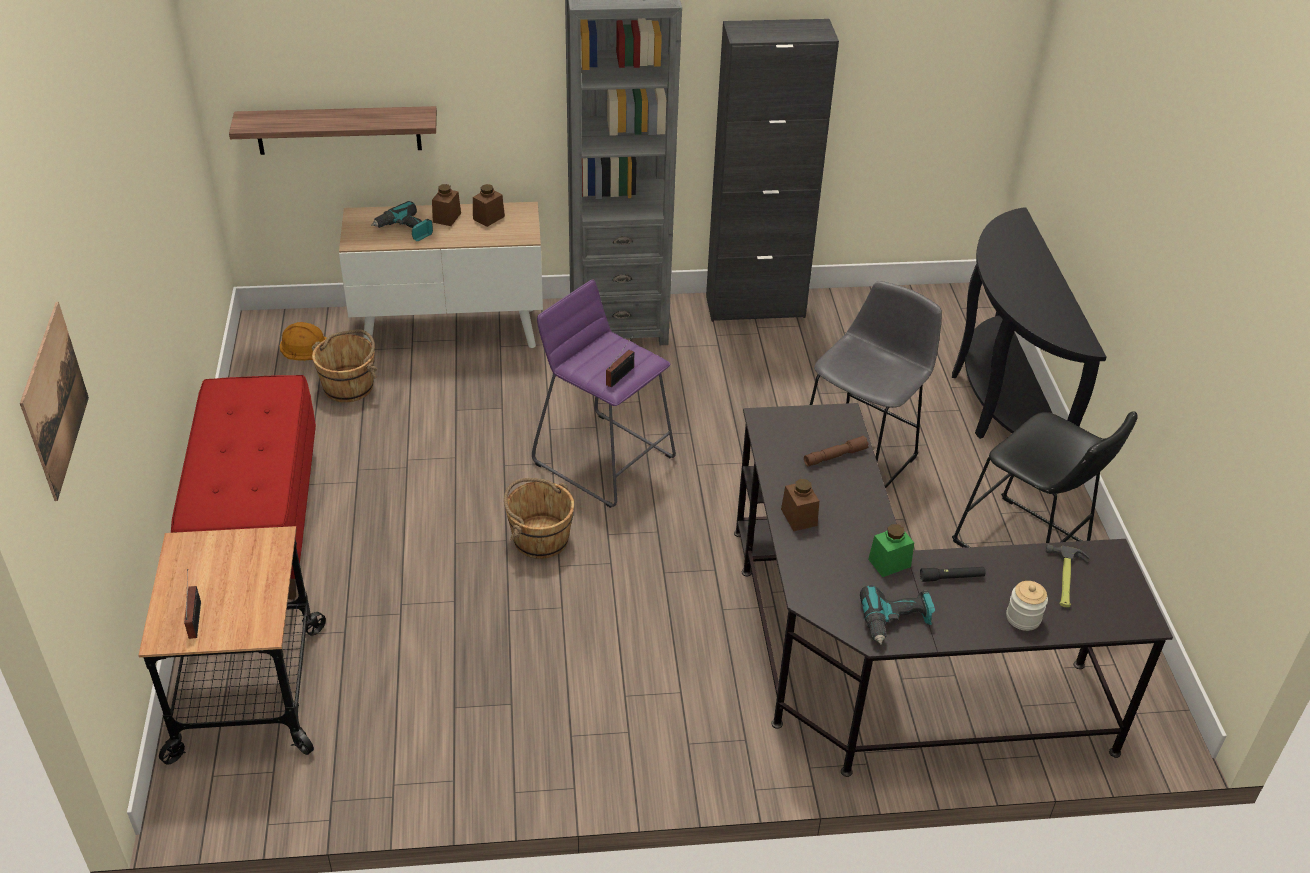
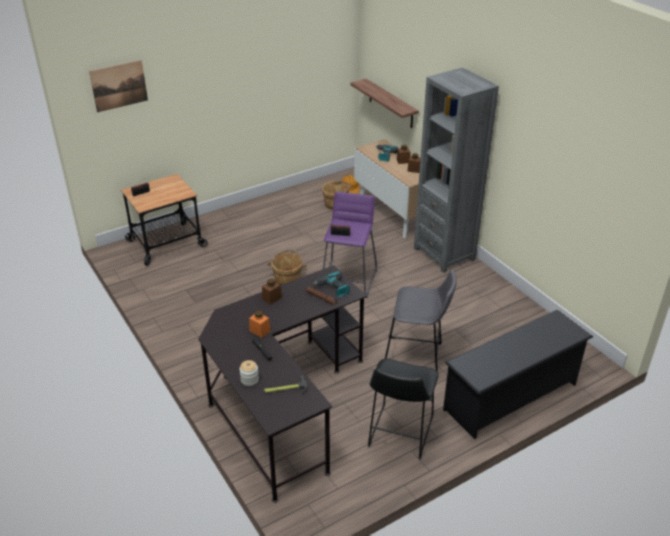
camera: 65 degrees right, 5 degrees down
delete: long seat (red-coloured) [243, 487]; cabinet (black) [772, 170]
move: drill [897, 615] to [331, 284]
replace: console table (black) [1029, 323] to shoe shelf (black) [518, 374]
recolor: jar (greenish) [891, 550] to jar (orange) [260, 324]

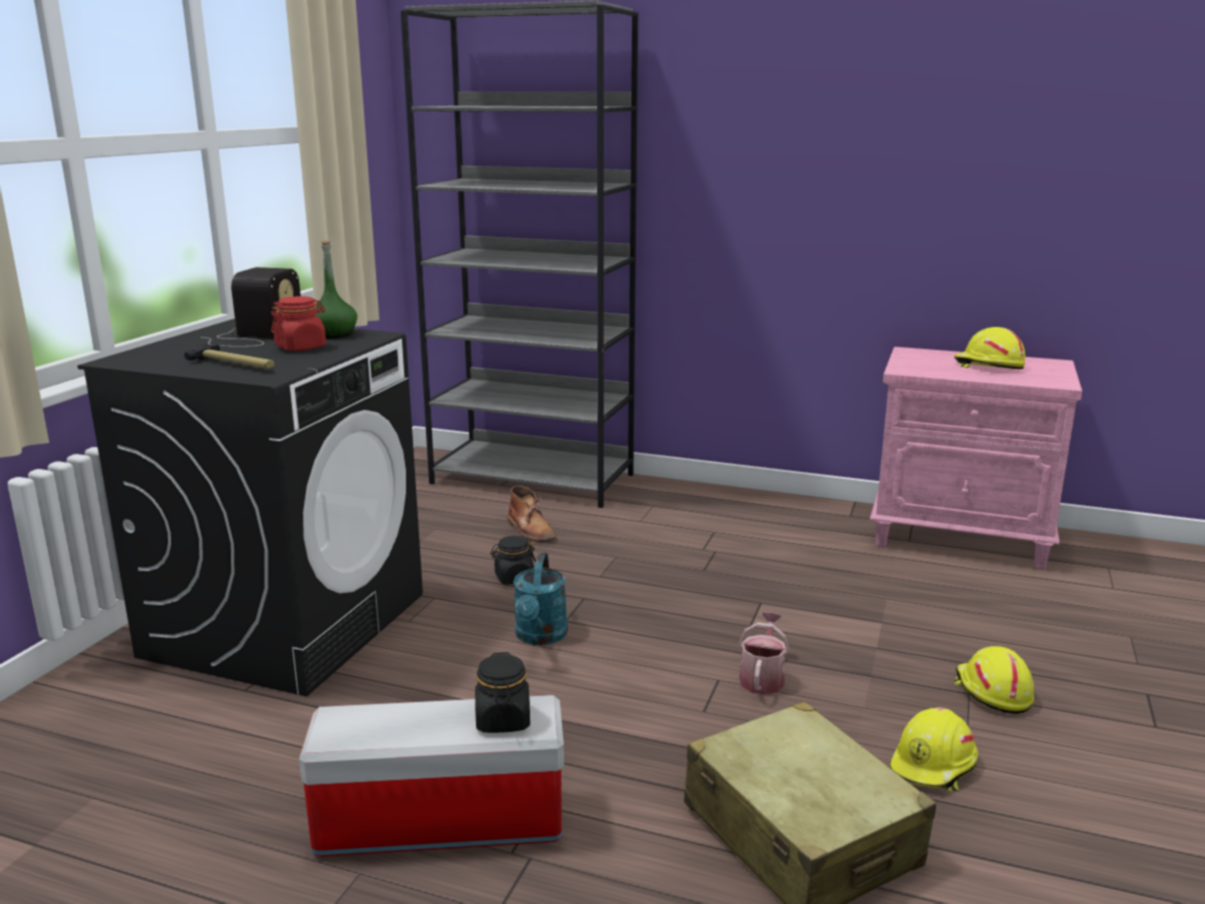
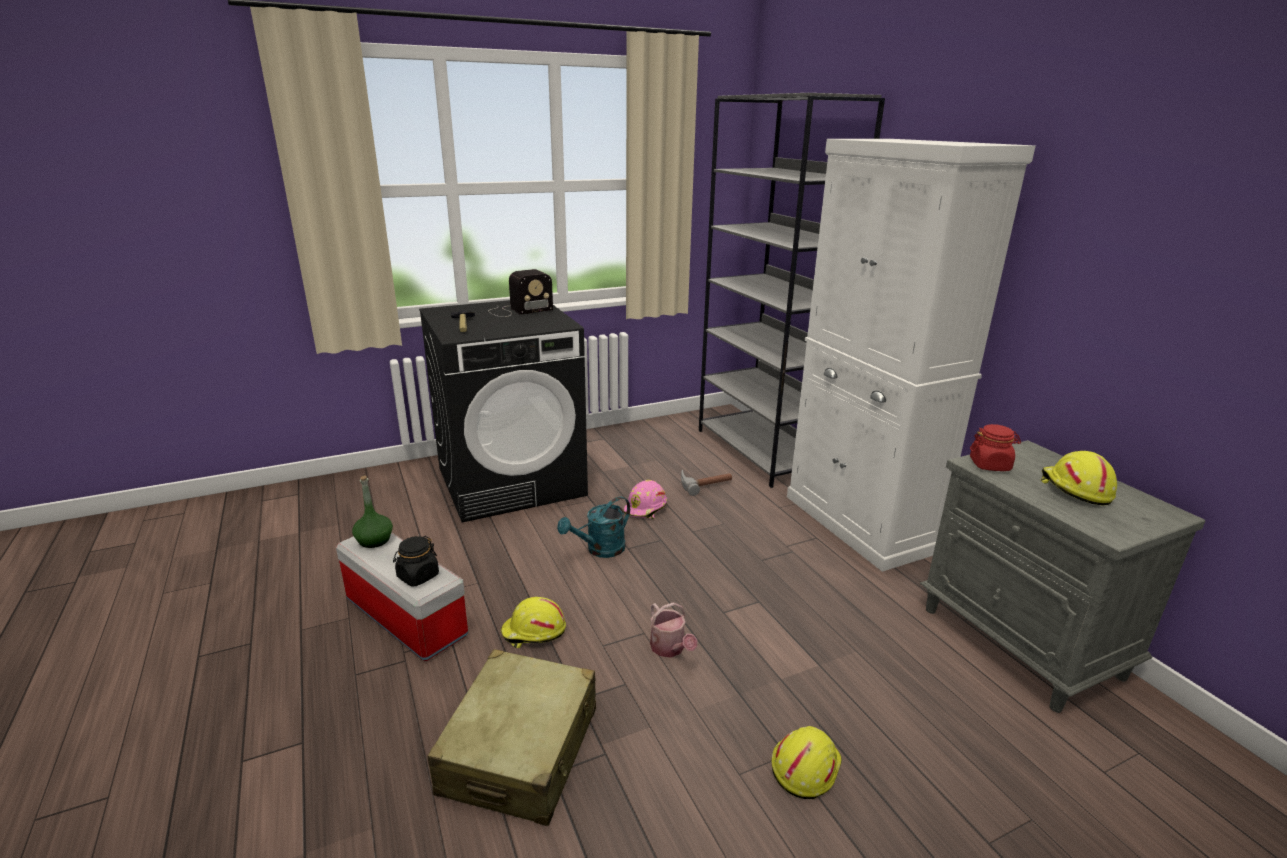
camera: 45 degrees right, 5 degrees up
insert: cabinet (whitish) [911, 355]
move: jar (red-coloured) [298, 323] to [995, 447]; drink bottle (greenish) [336, 289] to [372, 512]; work helmet (yellow-coloured) [934, 749] to [533, 622]
replace: jar (black) [513, 560] to work helmet (pinkish) [645, 499]; tall boot (brownish) [531, 514] to hand hammer [706, 483]
recolor: night table (pinkish) [976, 458] to night table (gray) [1062, 576]
rotate: watering can [764, 653] = [673, 630] 90 degrees clockwise

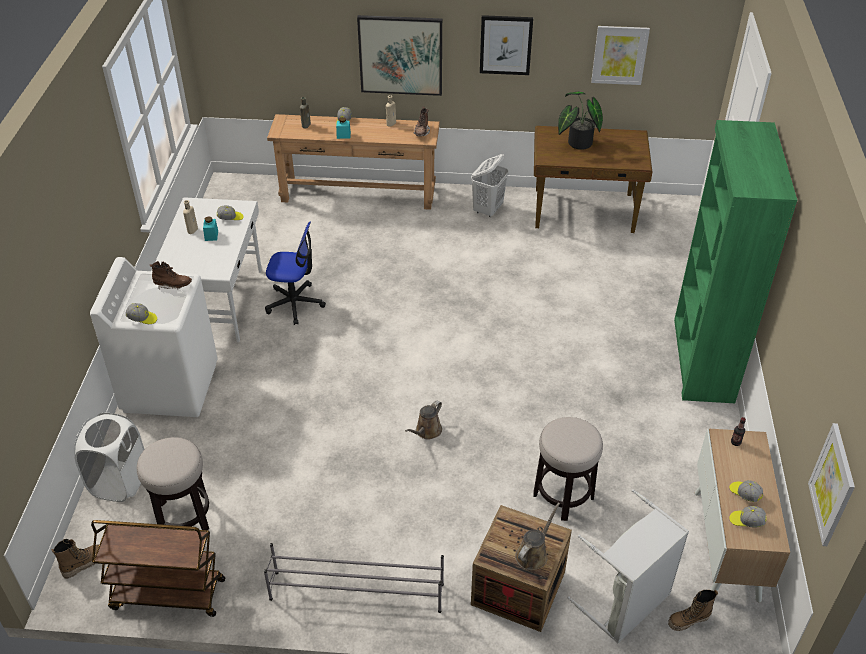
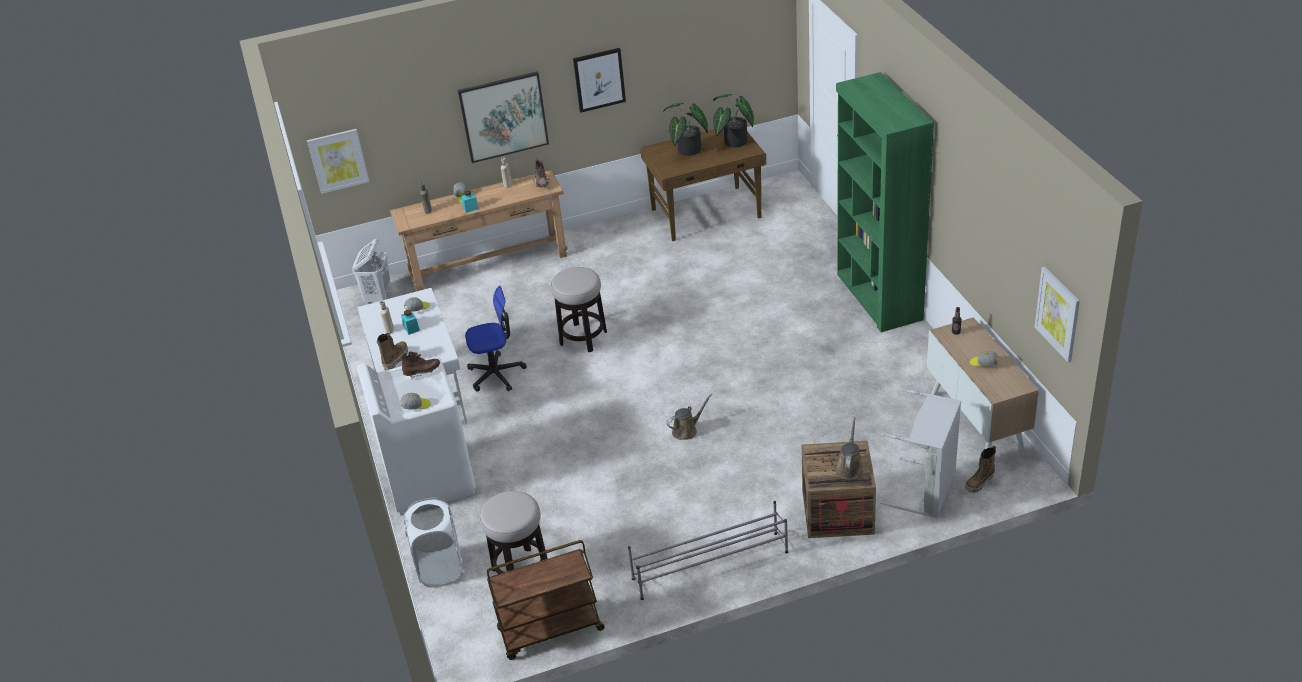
camera: 20 degrees left, 5 degrees down
delete: cap [747, 516]
insert: plant in a pot [733, 120]
move: tall boot [75, 559] to [392, 352]; laundry basket (whitish) [490, 185] to [371, 271]; sitting stool [568, 469] to [579, 309]; wall picture [620, 55] to [338, 161]
rotate: watering can (brownish) [423, 420] = [689, 417] 135 degrees counterclockwise

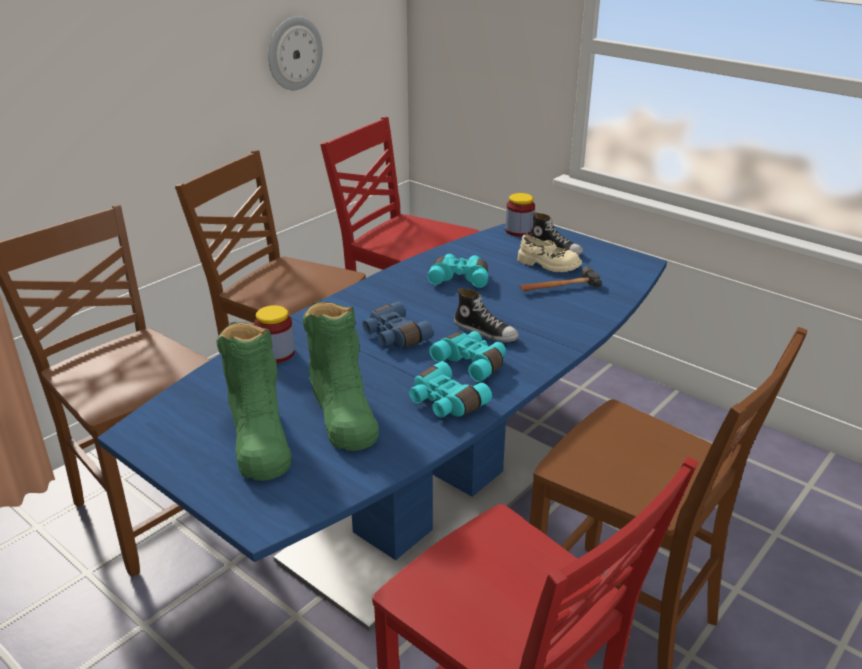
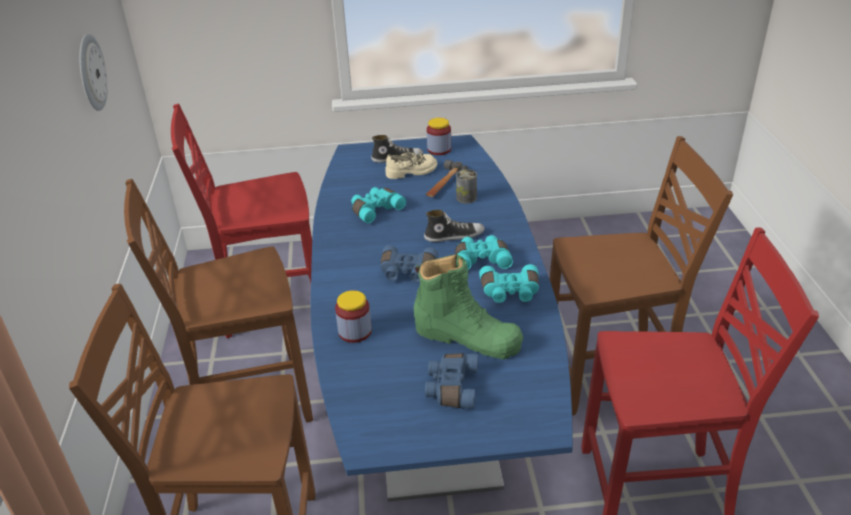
camera: 45 degrees left, 5 degrees up
insert: can [466, 186]
move: jar [520, 215] to [439, 136]
replace: tall boot (greenish) [254, 401] to field glasses (blue-coloured) [451, 381]

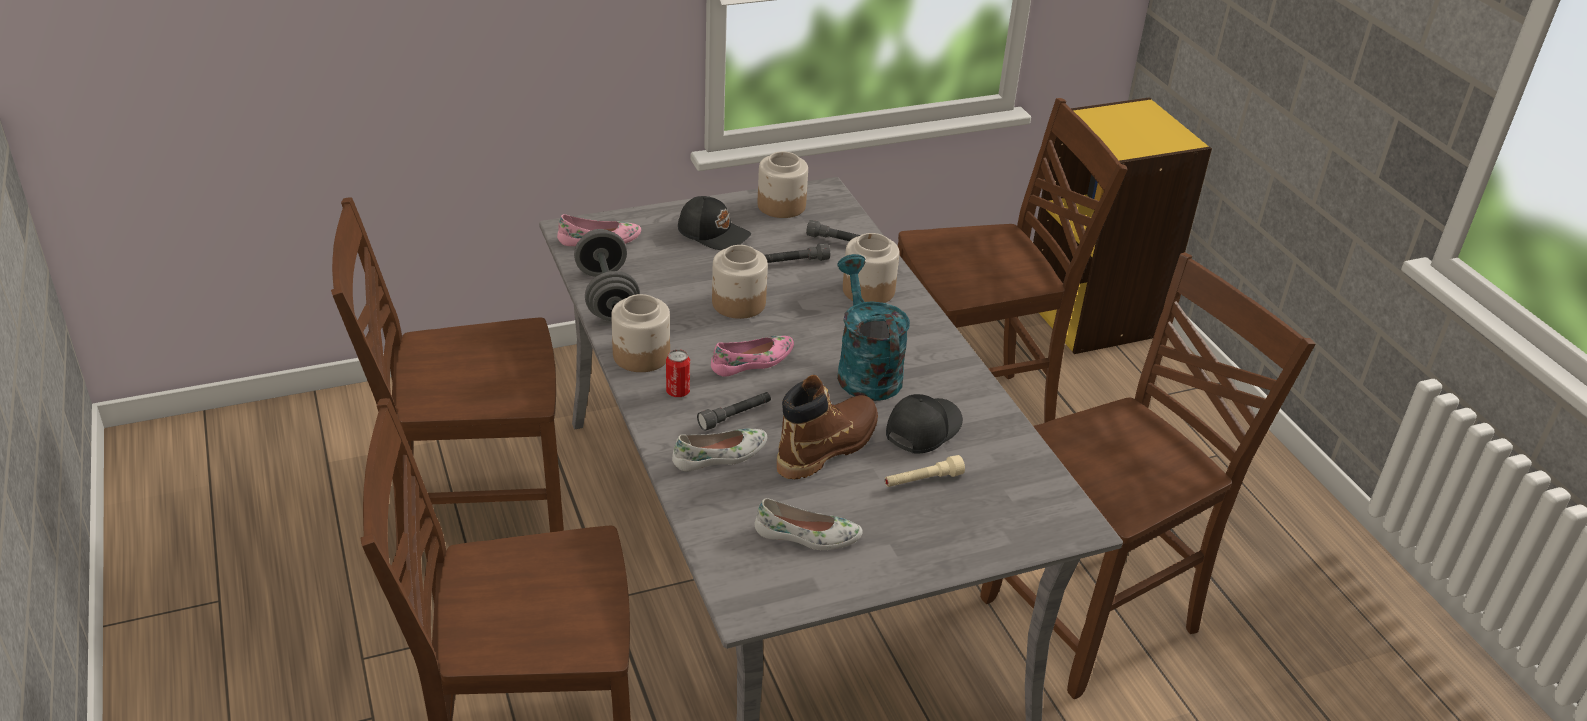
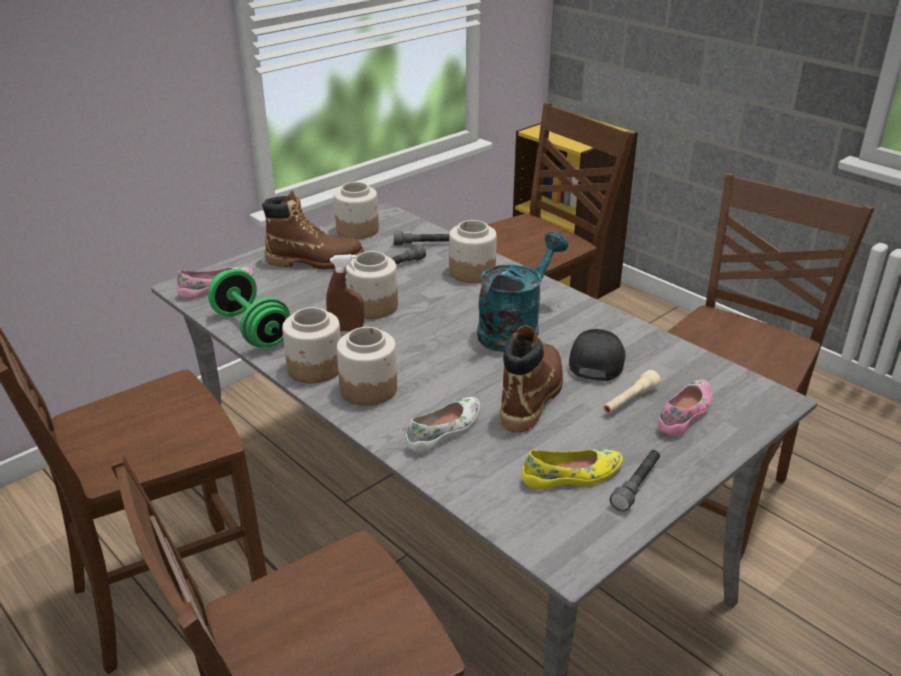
camera: 20 degrees left, 5 degrees down
insert: sprayer (brownish) [345, 292]
move: torch (gray) [734, 411] to [635, 480]; item of footwear (pinkish) [752, 356] to [685, 408]
replace: can [678, 373] to jar [367, 366]; cap (black) [714, 223] to tall boot (brownish) [313, 230]
recolor: hand weight (gray) [607, 275] to hand weight (greenish) [249, 308]; item of footwear (whitish) [808, 524] to item of footwear (yellow-coloured) [572, 469]
rotate: watering can (blue-green) [873, 327] = [522, 291] 75 degrees clockwise

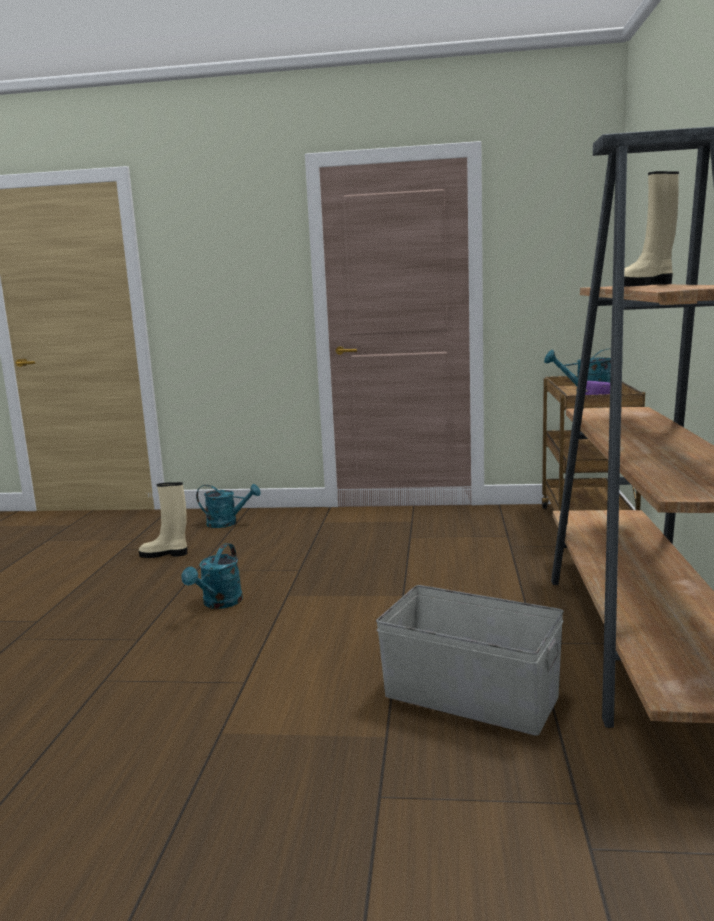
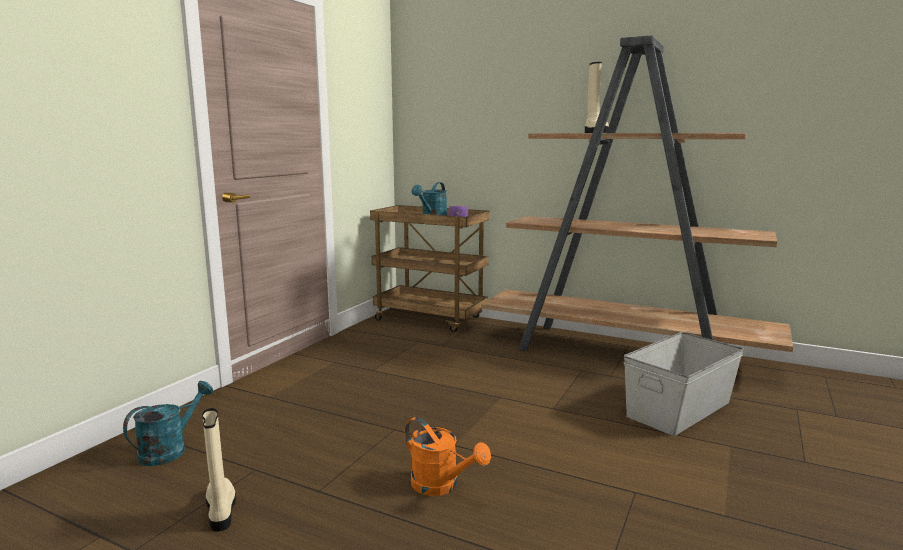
camera: 70 degrees left, 0 degrees up
recolor: watering can (blue-green) [212, 576] to watering can (orange) [448, 456]
rotate: tall boot (sand-coloured) [163, 520] = [219, 470] 135 degrees clockwise

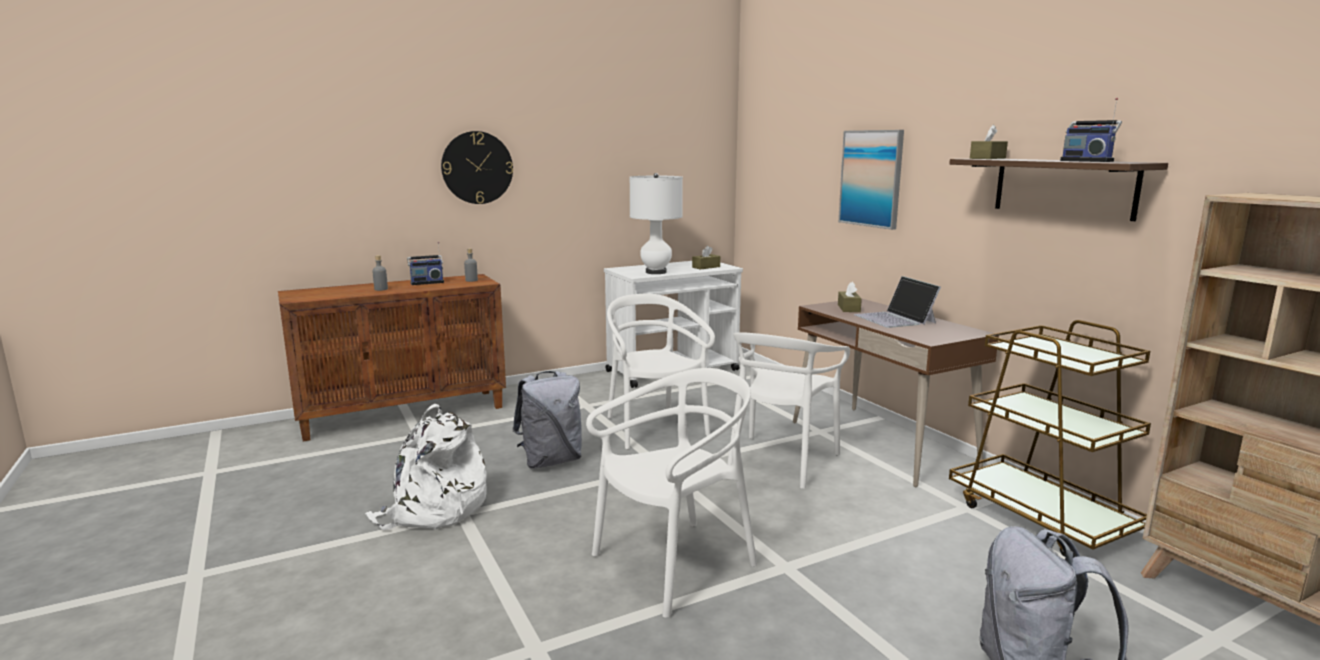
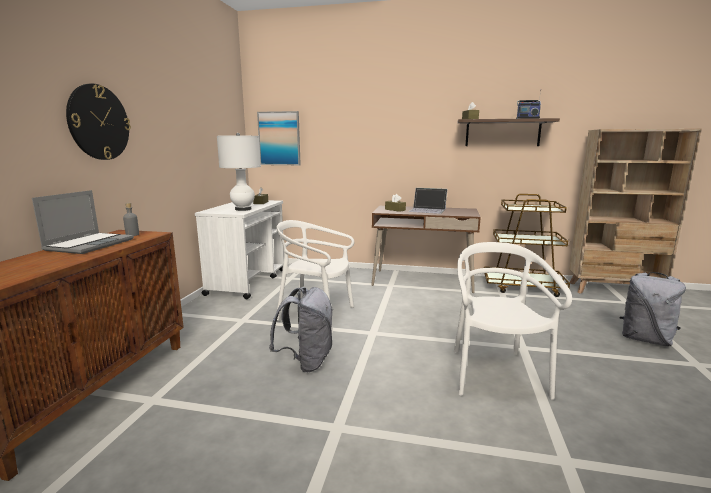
camera: 50 degrees left, 0 degrees up
delete: knapsack (whitish) [426, 467]; drink bottle (gray) [380, 273]; chair (whitish) [788, 410]
move: wall picture [871, 180] to [279, 138]
replace: radio [425, 263] to notebook computer [83, 222]

